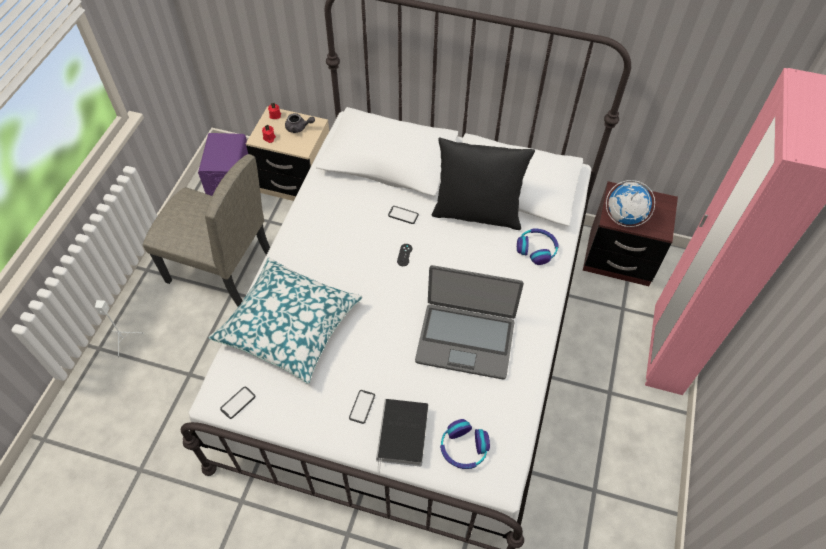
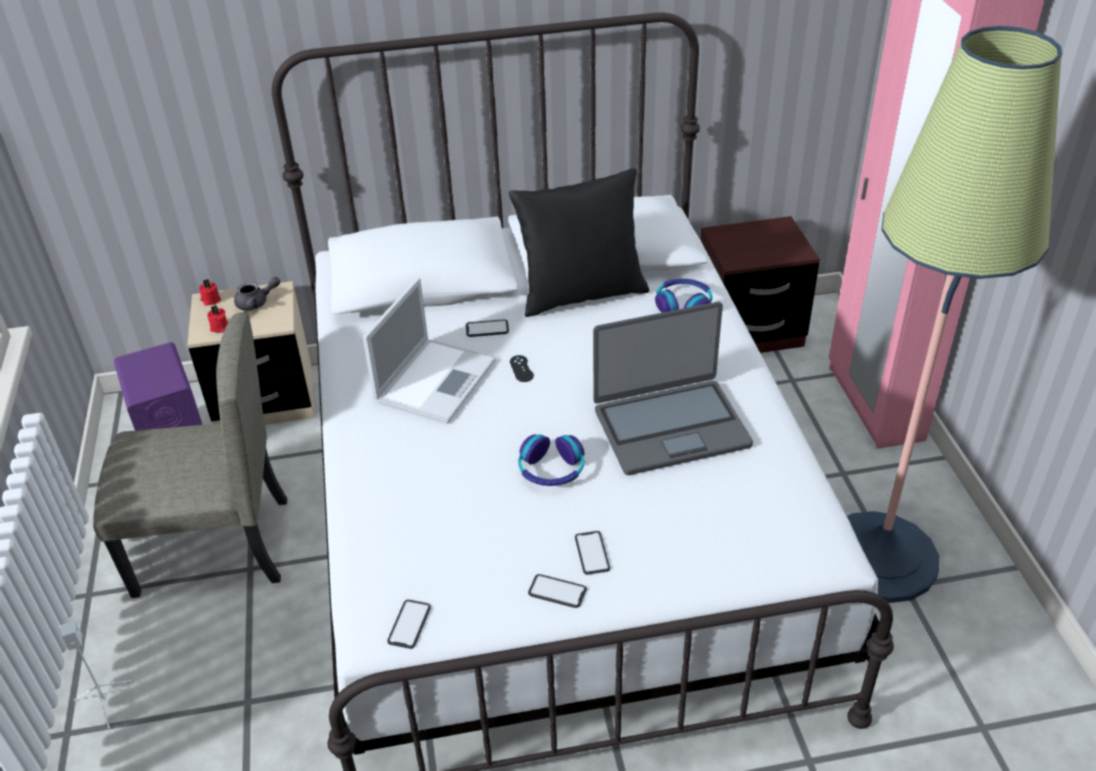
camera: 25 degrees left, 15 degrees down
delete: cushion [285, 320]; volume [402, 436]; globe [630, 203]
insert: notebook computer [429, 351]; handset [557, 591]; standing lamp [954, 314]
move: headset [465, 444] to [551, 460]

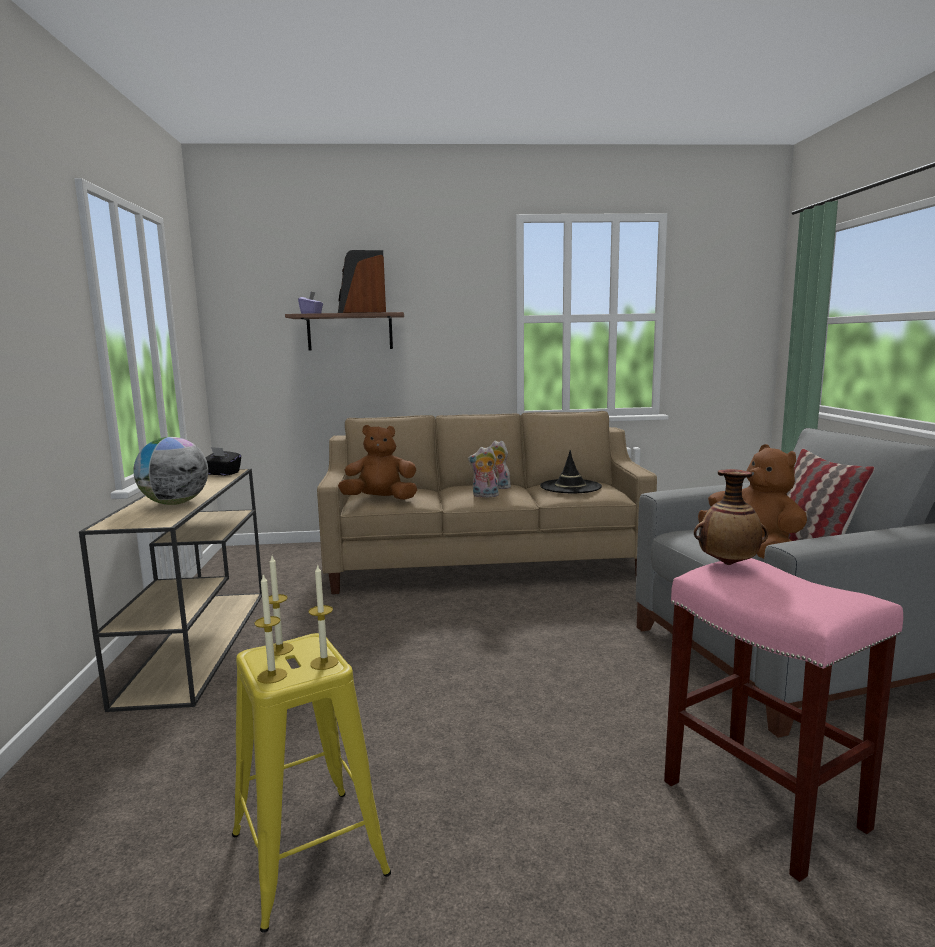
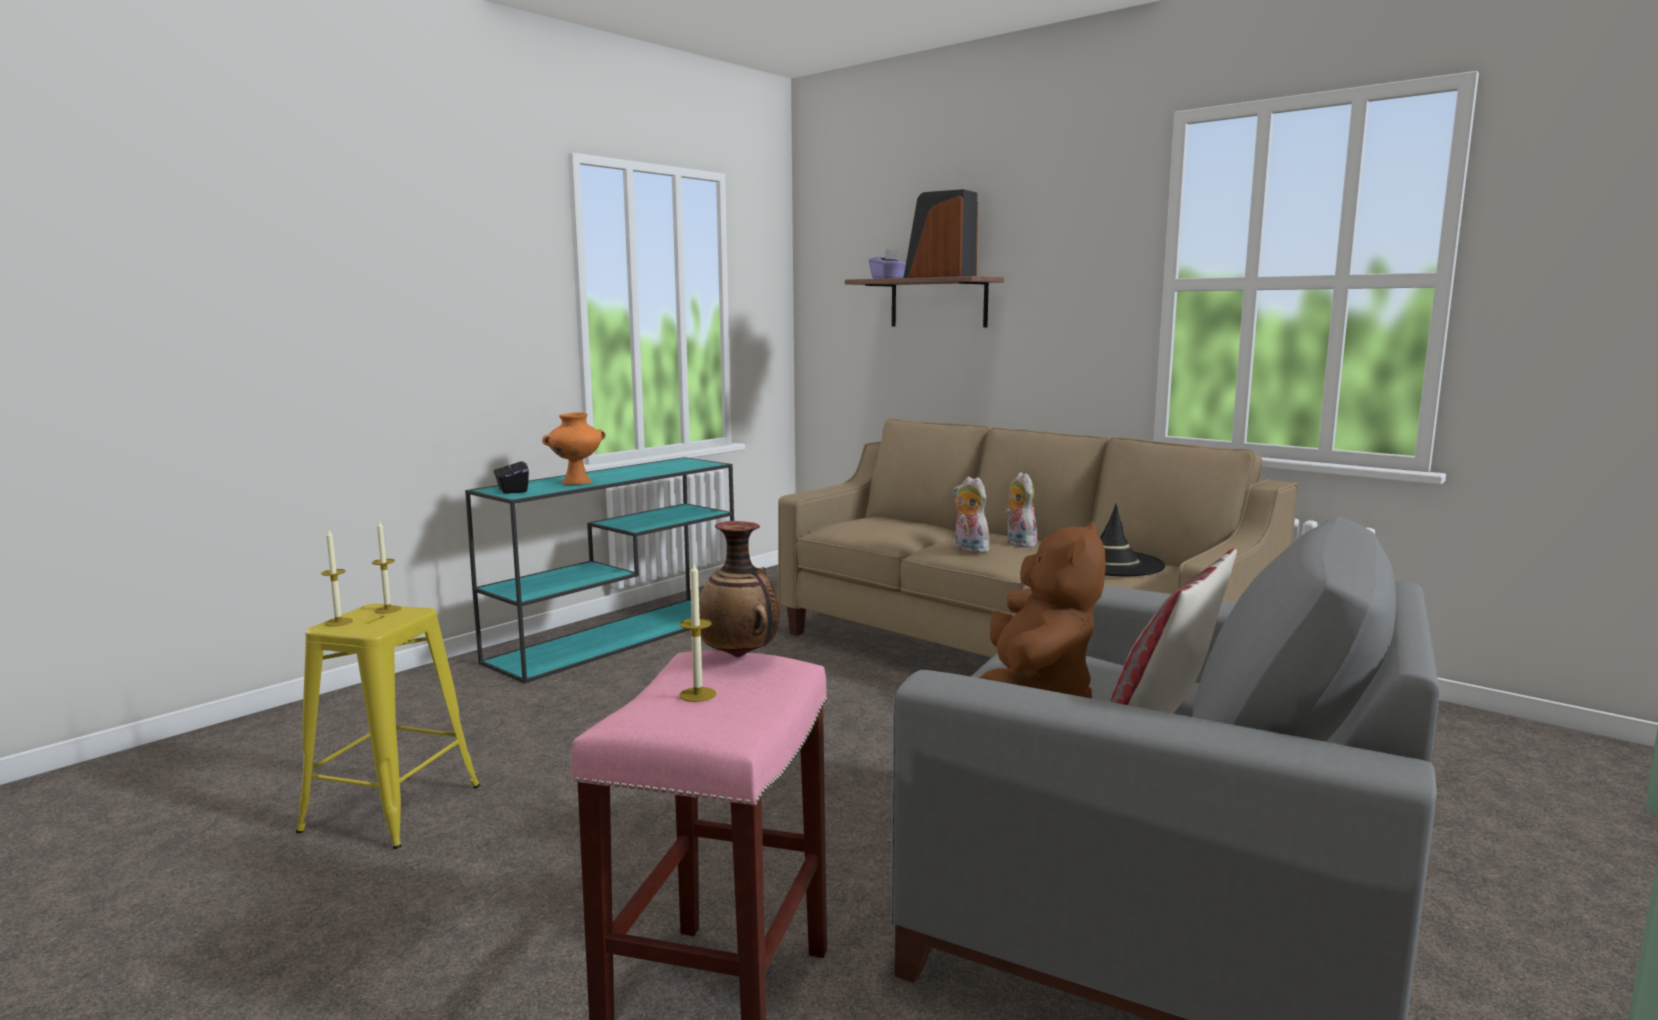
camera: 45 degrees right, 0 degrees up
delete: soft toy (brownish) [377, 462]
move: tissue box (black) [223, 461] to [511, 475]; candle [323, 617] to [698, 632]
replace: globe [170, 471] to flower vase (orange) [574, 449]
recolor: console table (sand-coloured) [170, 590] to console table (blue-green) [599, 570]

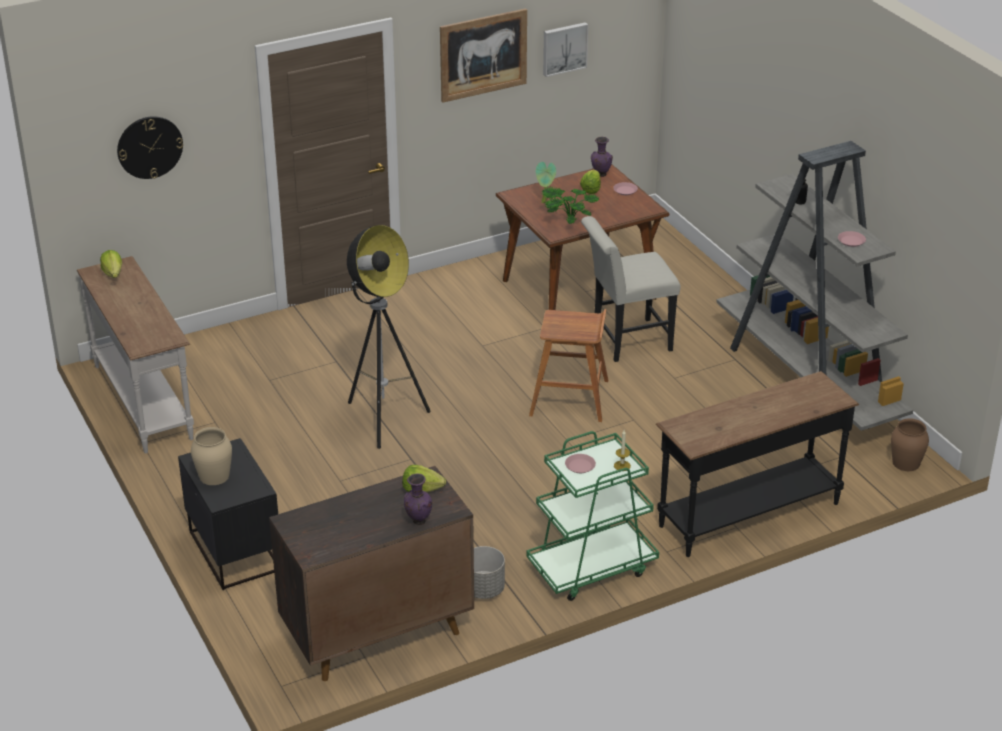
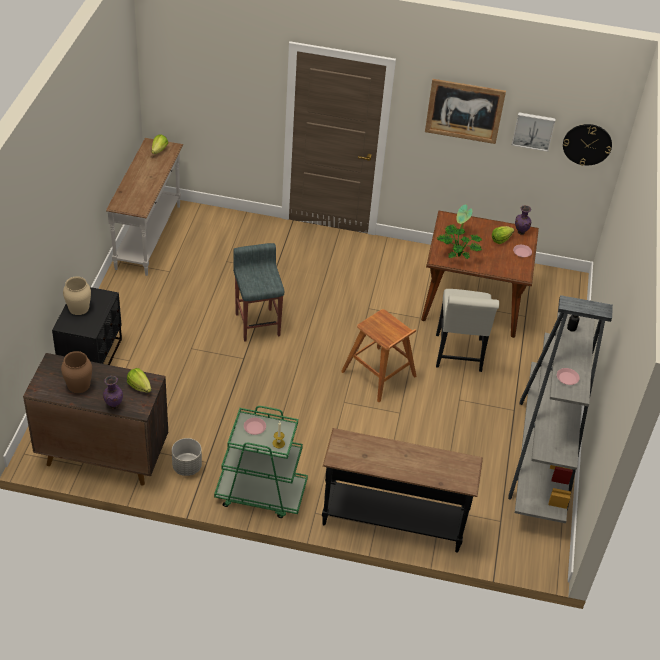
camera: 35 degrees right, 10 degrees up
move: hanging clock [150, 147] to [587, 145]; flower vase (brownish) [910, 444] to [76, 372]
replace: standing lamp [389, 337] to sitting stool (gray) [258, 292]
rotate: chair (whitish) [630, 289] = [467, 330] 105 degrees counterclockwise

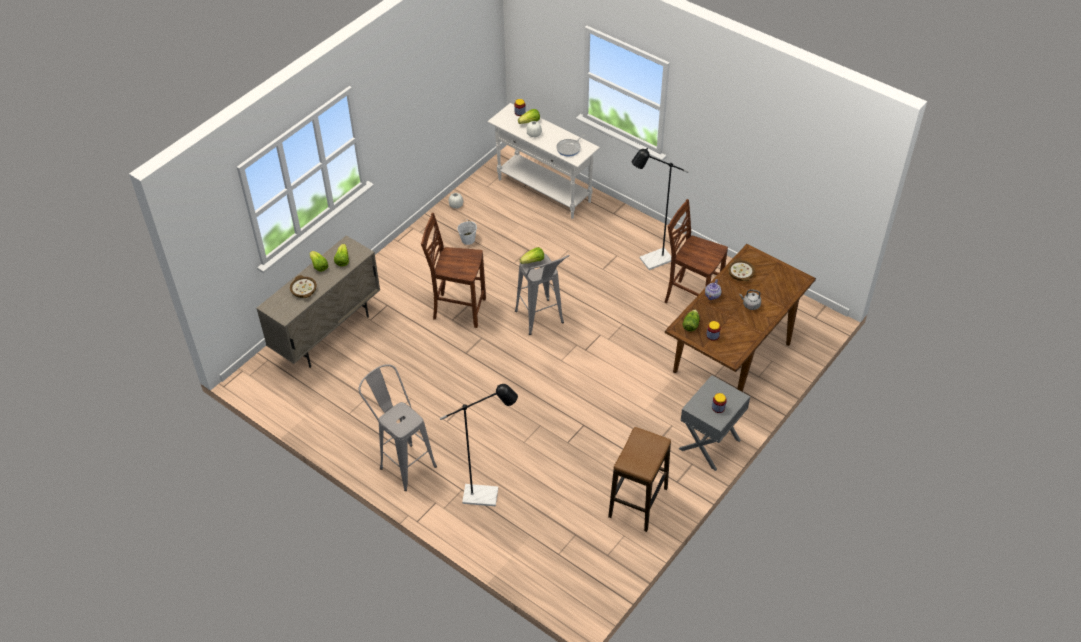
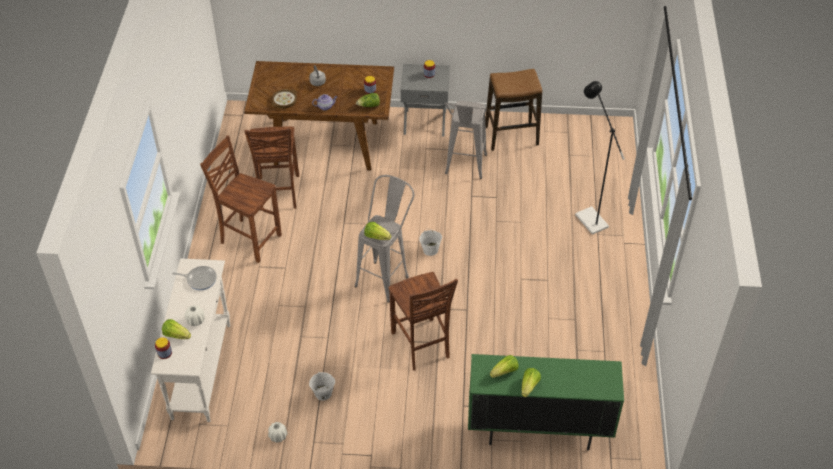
camera: 125 degrees left, 0 degrees up
delete: serving bowl [303, 286]
insert: bucket (whitish) [430, 242]
move: sitting stool (gray) [398, 427] to [466, 140]
replace: standing lamp (black) [660, 209] to chair (brownish) [241, 199]
recolor: cabinet (sand-coloured) [318, 301] to cabinet (greenish) [546, 402]

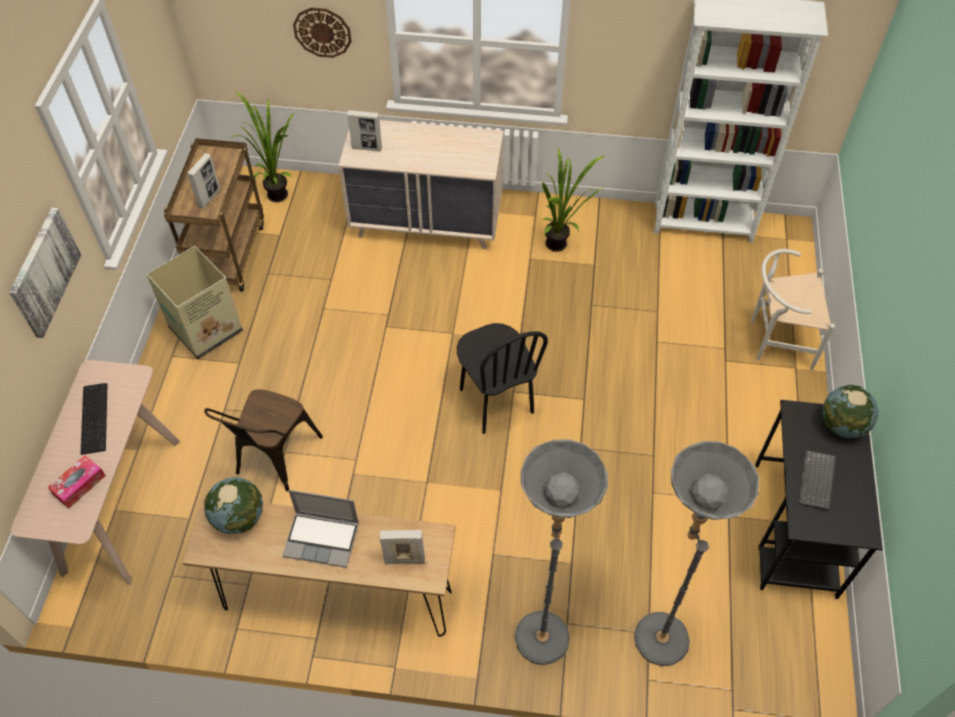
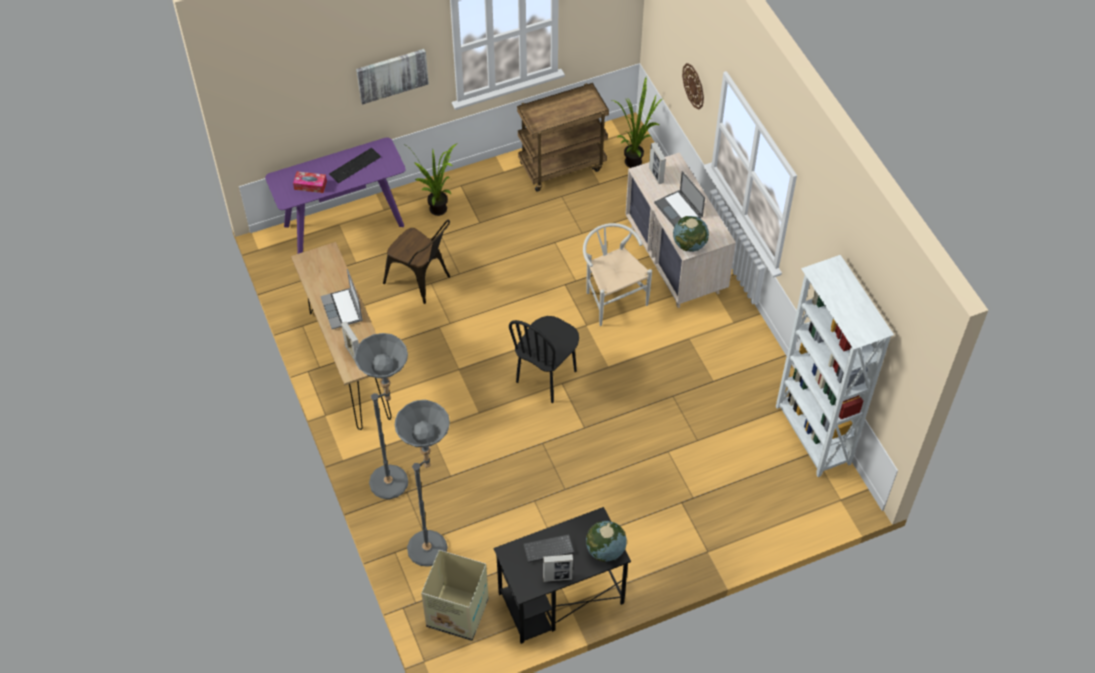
camera: 60 degrees right, 0 degrees up
insert: notebook computer [679, 198]
move: packing box [195, 302] to [455, 595]; photo frame [203, 181] to [558, 568]; globe [233, 505] to [691, 234]; plant in a pot [573, 200] to [430, 179]; chair (whitish) [793, 309] to [617, 274]
recolor: console table (sand-coloured) [95, 472] to console table (purple) [335, 195]
rotate: chair (brownish) [263, 440] = [416, 262] 135 degrees counterclockwise

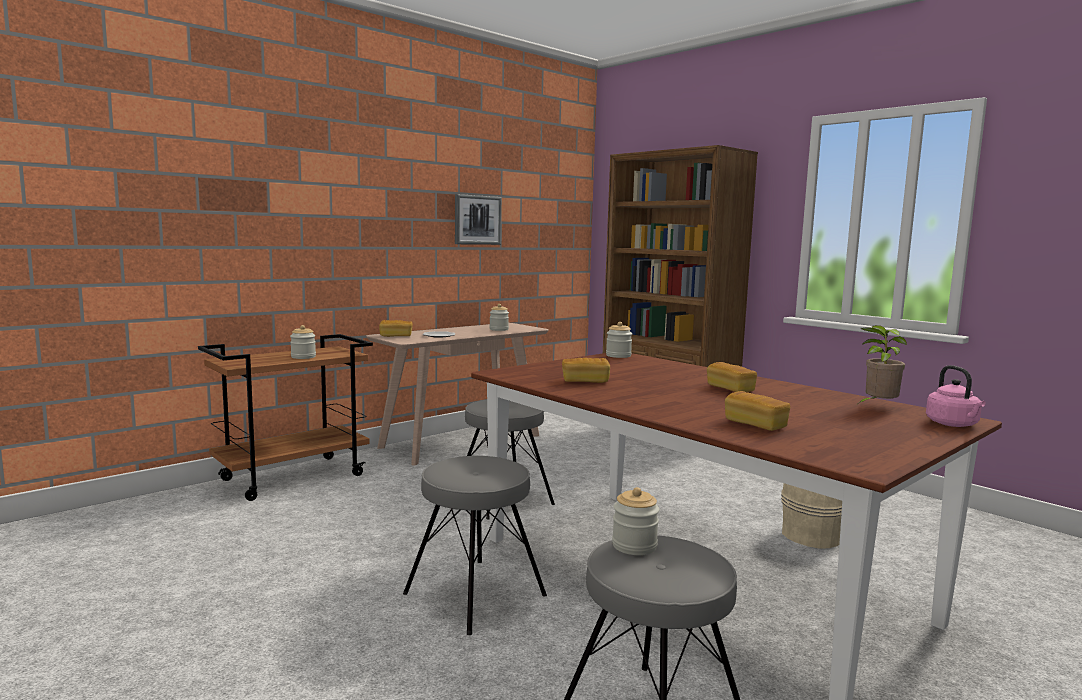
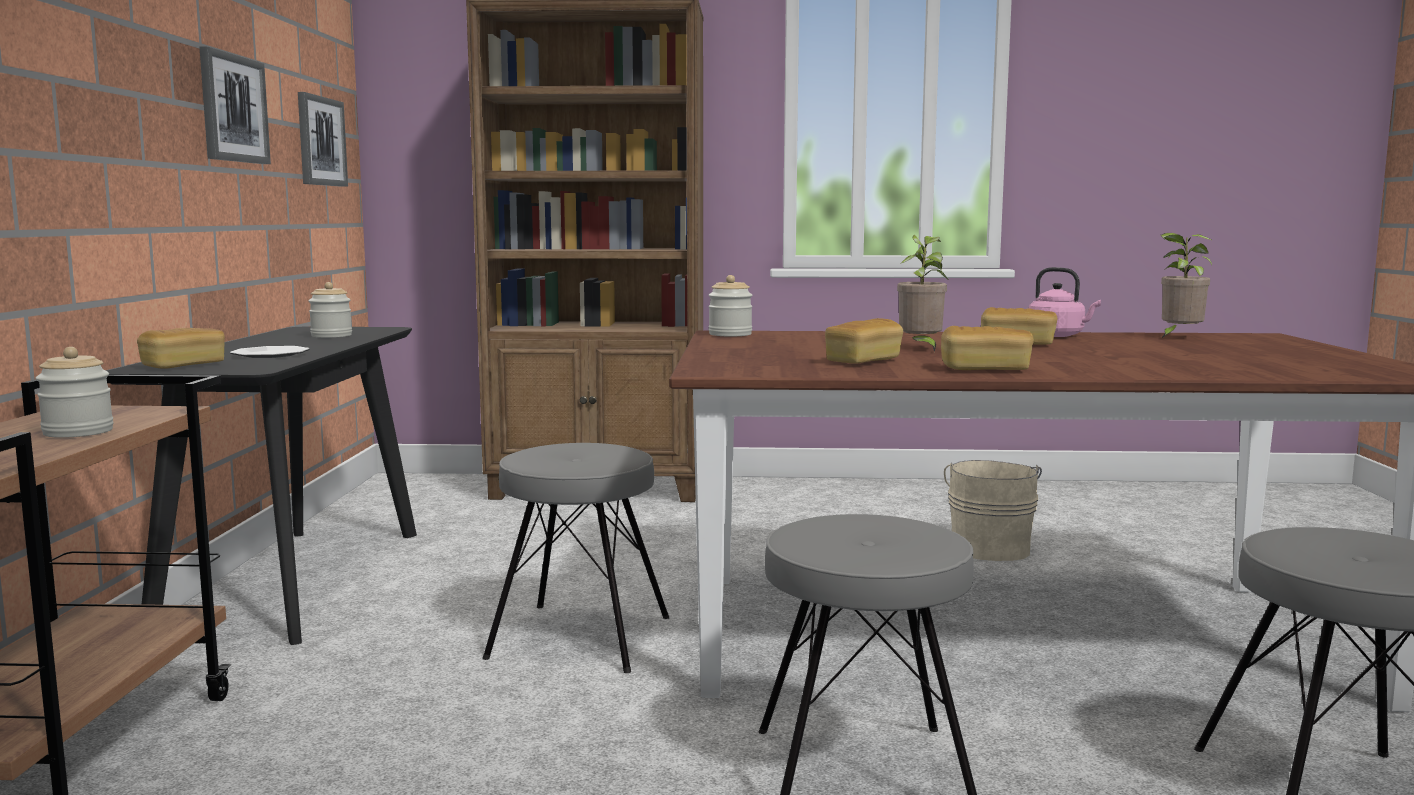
camera: 45 degrees left, 0 degrees up
delete: jar [635, 521]
insert: wall picture [323, 139]; plant in a pot [922, 293]
move: baked bread [757, 411] to [987, 348]; kettle (pinkish) [956, 396] to [1065, 302]
recolor: console table (sand-coloured) [457, 394] to console table (black) [262, 486]

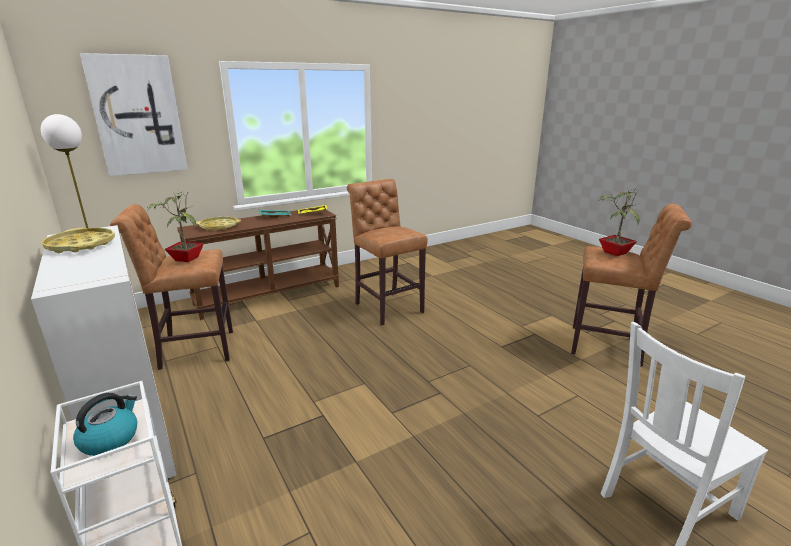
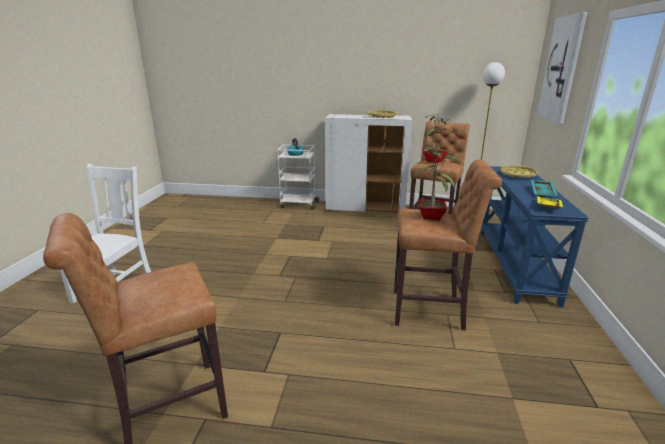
camera: 130 degrees right, 0 degrees up
move: plant in a pot [619, 223] to [436, 182]
recolor: console table (brownish) [258, 265] to console table (blue-coloured) [534, 237]

